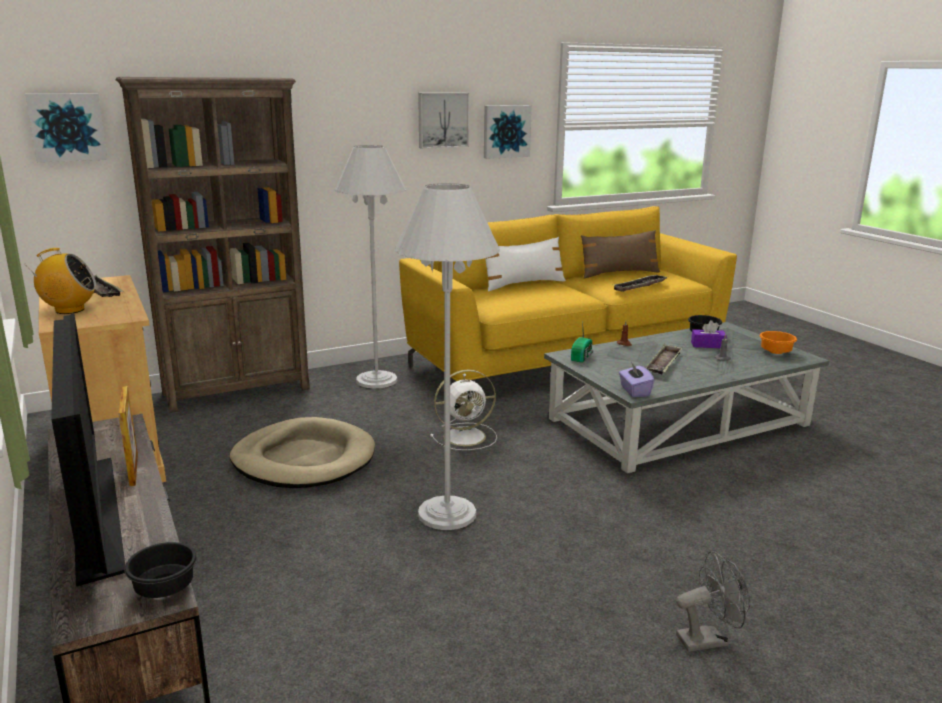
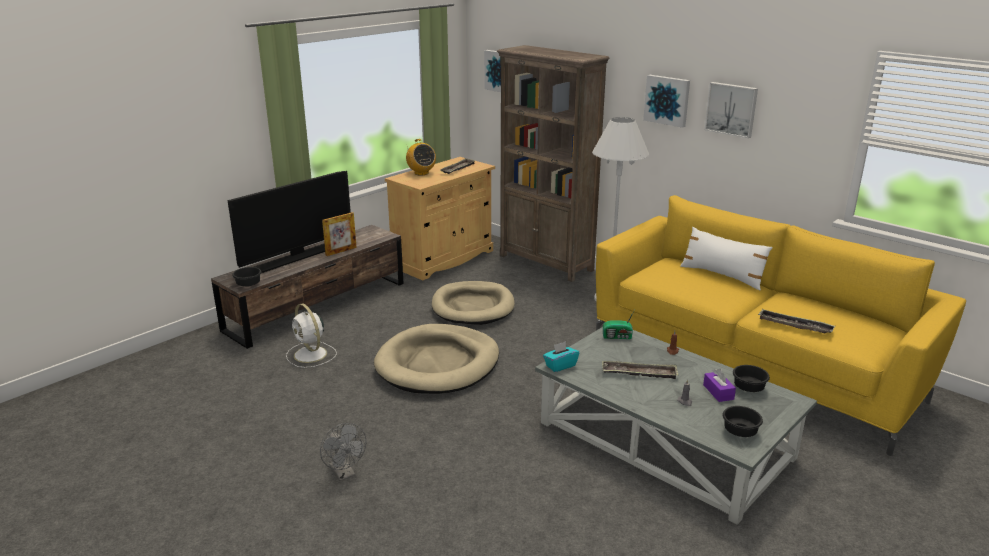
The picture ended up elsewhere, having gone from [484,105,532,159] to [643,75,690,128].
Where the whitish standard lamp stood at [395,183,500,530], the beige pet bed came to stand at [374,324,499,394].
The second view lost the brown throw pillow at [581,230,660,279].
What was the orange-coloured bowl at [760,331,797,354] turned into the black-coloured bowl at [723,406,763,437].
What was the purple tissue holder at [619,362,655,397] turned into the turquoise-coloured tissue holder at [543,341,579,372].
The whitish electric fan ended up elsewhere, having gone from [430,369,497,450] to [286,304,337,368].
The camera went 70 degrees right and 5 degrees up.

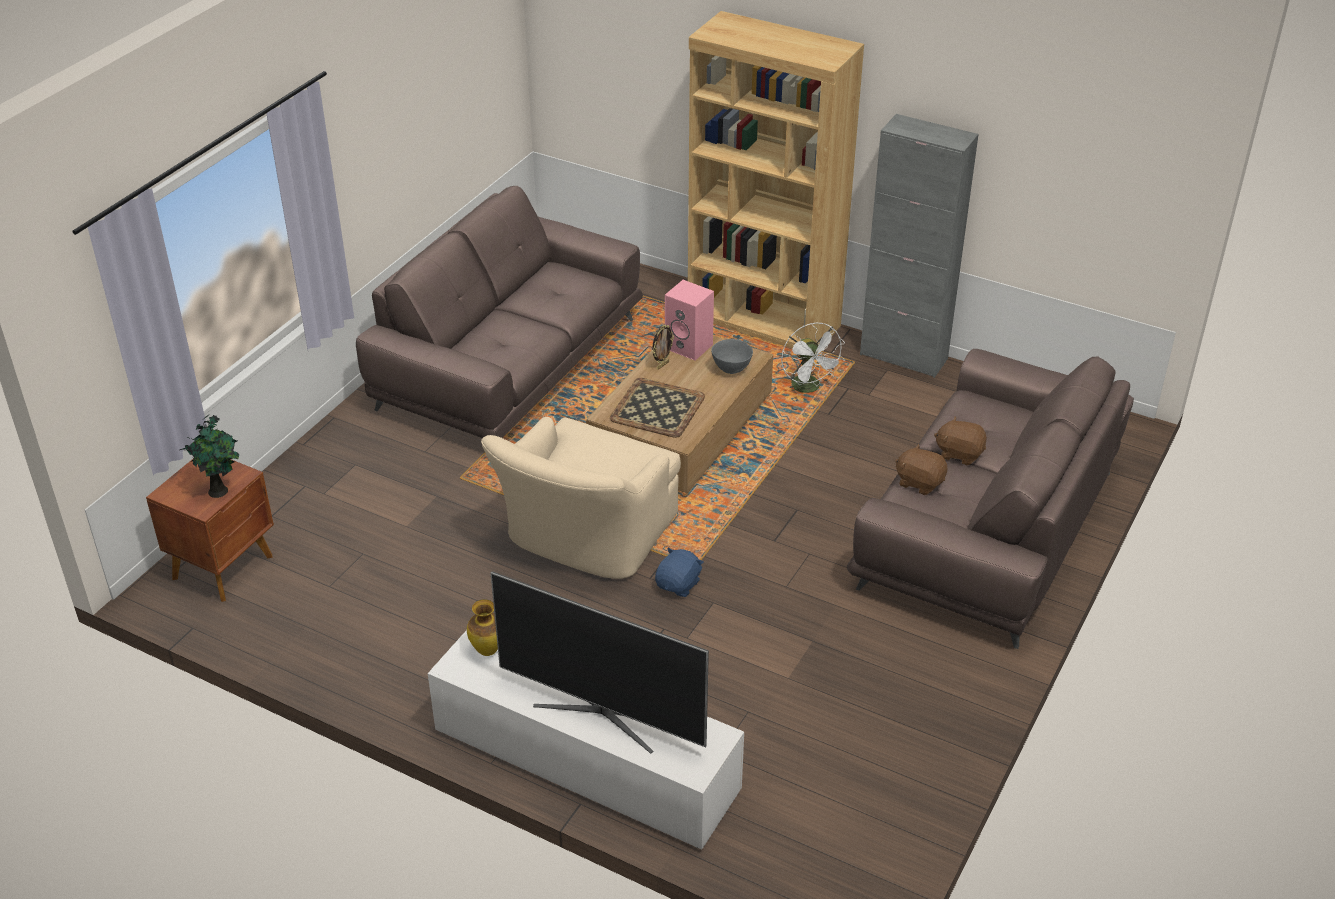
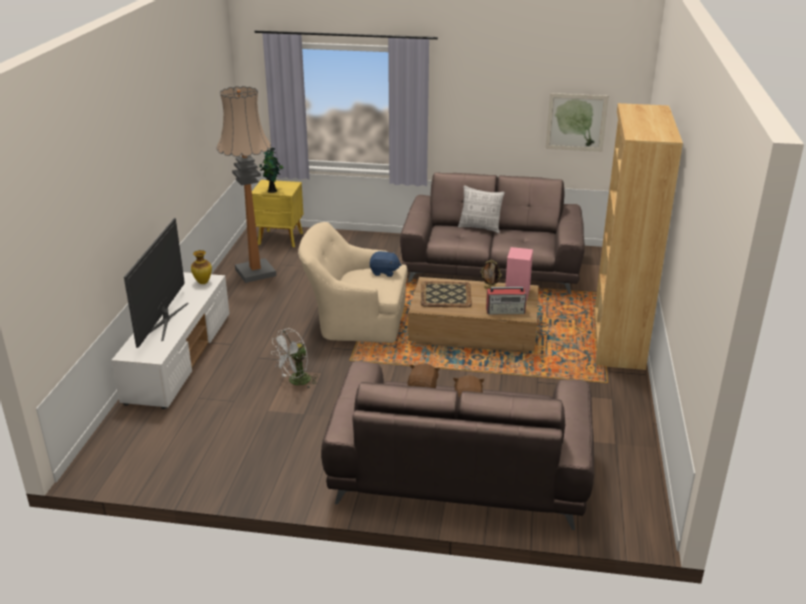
The second view lost the grey cupboard at [860,114,979,378].
The whitish electric fan ended up elsewhere, having gone from [781,323,845,393] to [271,329,317,388].
Where the grey bowl stood at [711,339,753,374], the radio set came to stand at [486,287,527,315].
What was the brown night table at [146,459,274,602] turned into the yellow-coloured night table at [252,180,304,247].
The bluish plush toy ended up elsewhere, having gone from [655,547,704,597] to [370,251,401,277].
The second view gained the standard lamp at [217,86,276,283].
The second view gained the picture at [545,93,609,152].
The second view gained the throw pillow at [458,185,505,233].
The camera went 70 degrees right and 10 degrees down.

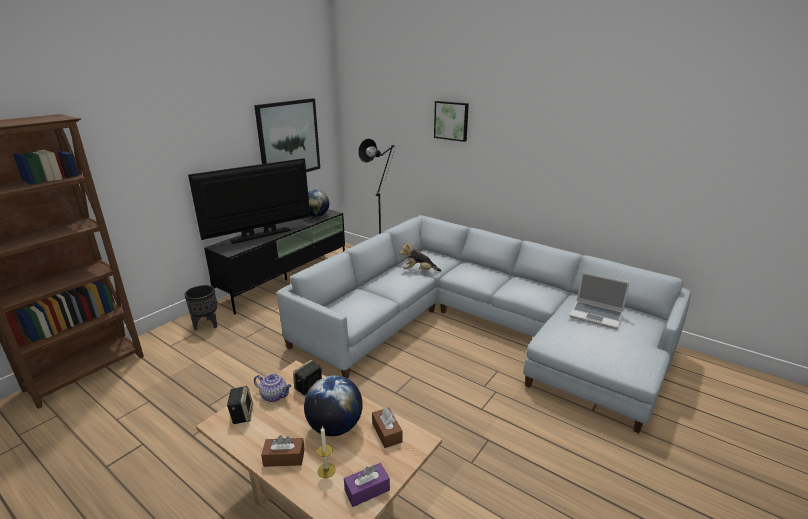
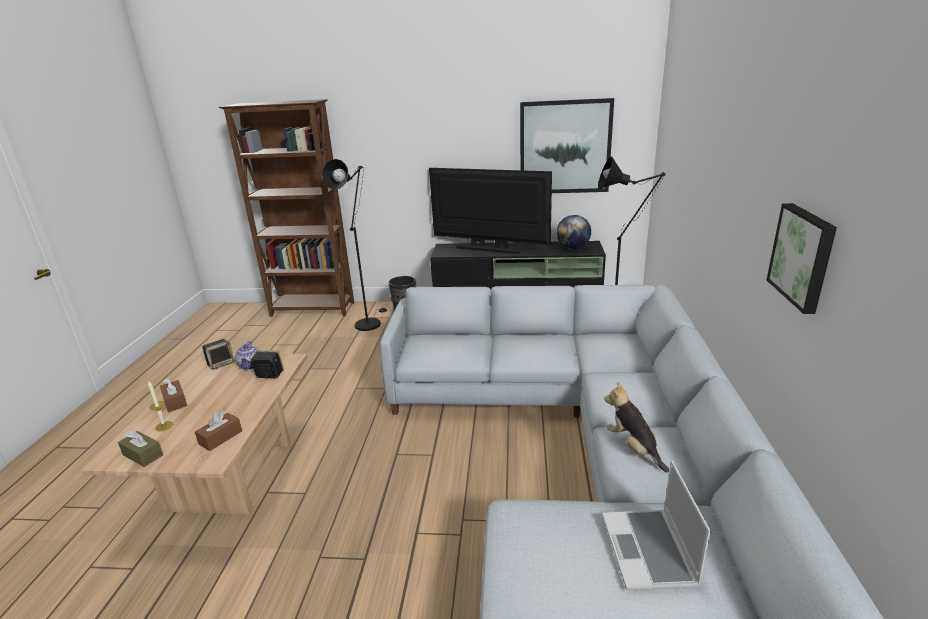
The picture ended up elsewhere, having gone from [434,101,469,142] to [767,203,837,314].
The plush toy ended up elsewhere, having gone from [400,242,441,272] to [604,382,669,473].
The second view lost the globe at [304,375,363,436].
What was the purple tissue holder at [344,463,390,507] turned into the brown tissue holder at [118,430,163,467].
The second view gained the black-coloured standard lamp at [322,159,387,331].
The camera went 60 degrees right and 0 degrees up.

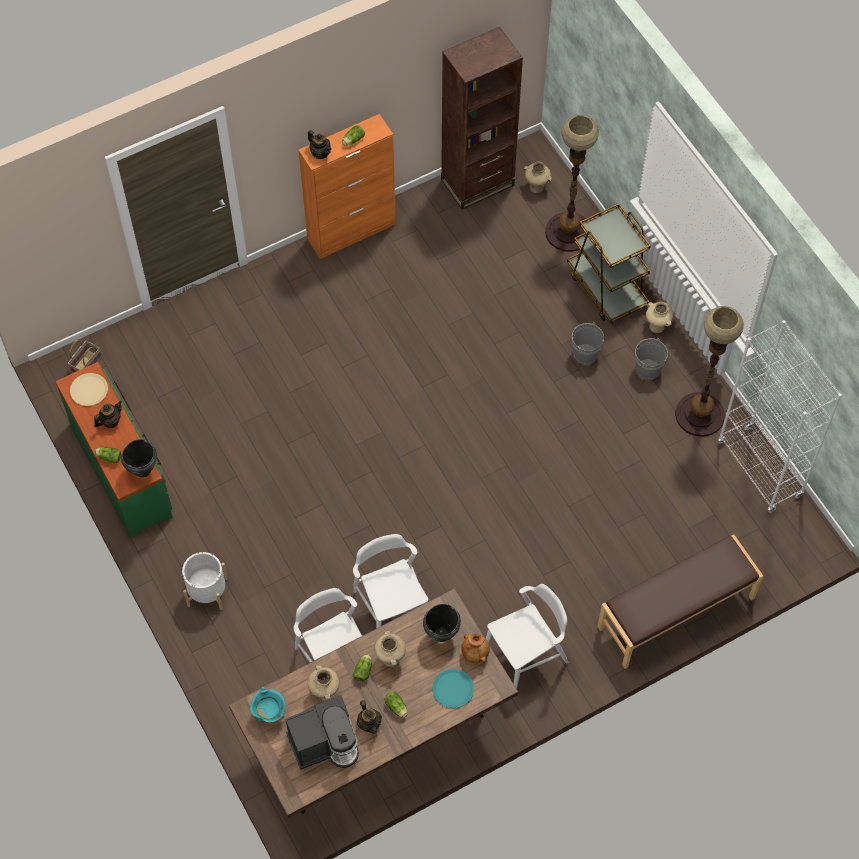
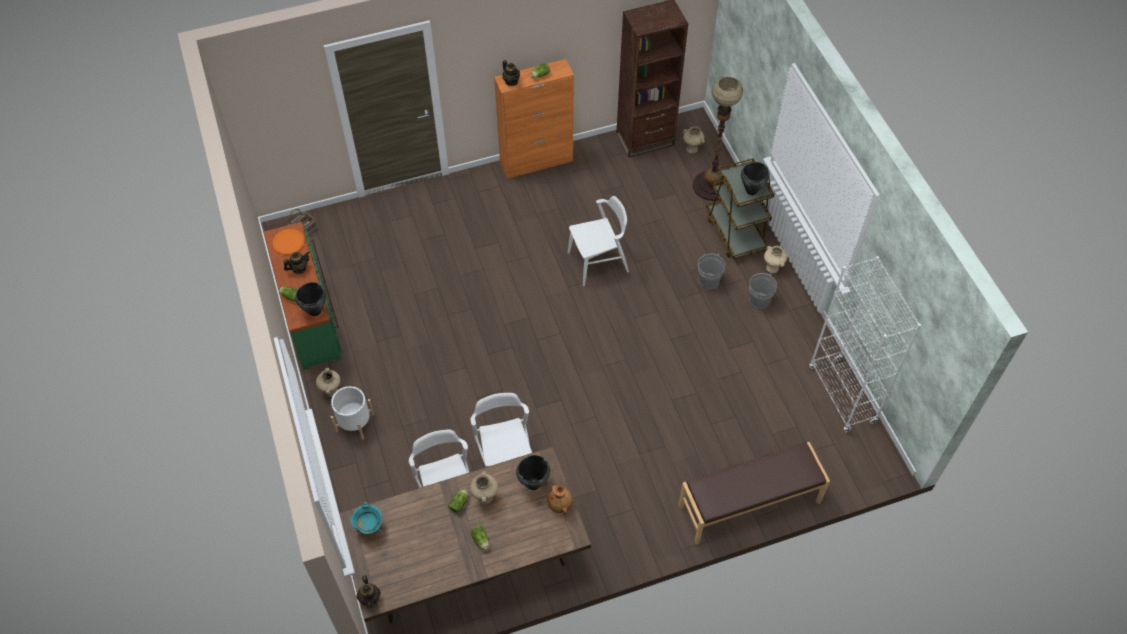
The second view lost the standard lamp at [675,306,744,437].
What was the beige dinner plate at [70,373,108,406] turned into the orange-coloured dinner plate at [273,229,304,254].
The whitish upright chair ended up elsewhere, having gone from [486,584,568,689] to [568,196,629,286].
The beige flower vase ended up elsewhere, having gone from [308,665,340,701] to [316,368,341,397].
The second view lost the turquoise-coloured dinner plate at [433,669,474,708].
The second view lost the coffee machine at [285,695,359,770].
The tea pot ended up elsewhere, having gone from [357,700,382,734] to [356,575,381,608].
The second view gained the black-coloured stockpot at [741,162,770,195].
The camera went 10 degrees right and 5 degrees down.

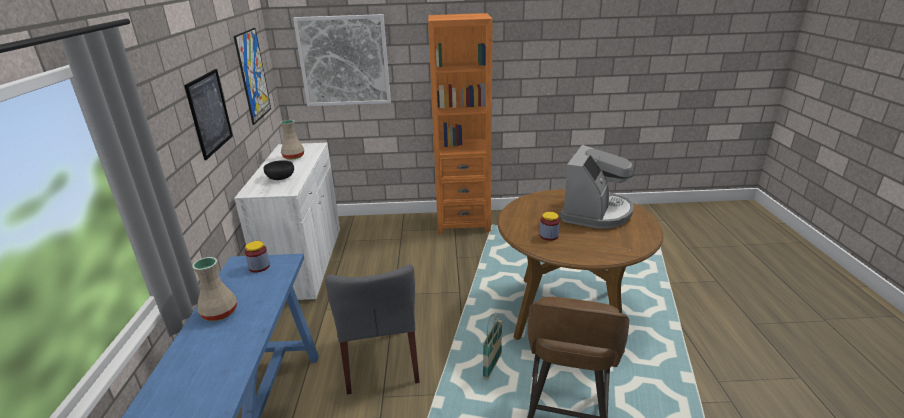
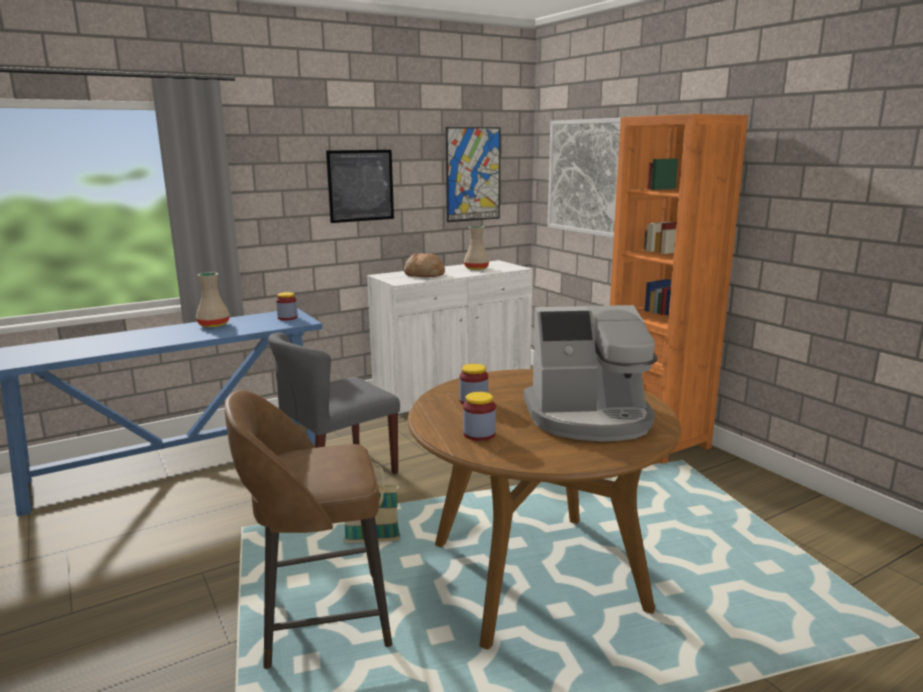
Where the black-coloured bowl stood at [264,160,294,180], the bread came to stand at [404,253,445,277].
The second view gained the jar at [463,392,496,441].
The camera went 60 degrees right and 10 degrees down.

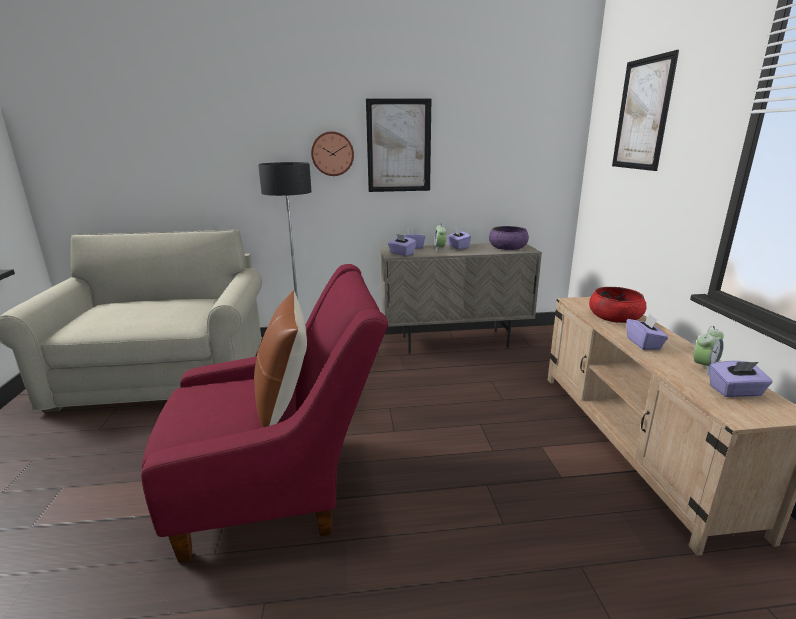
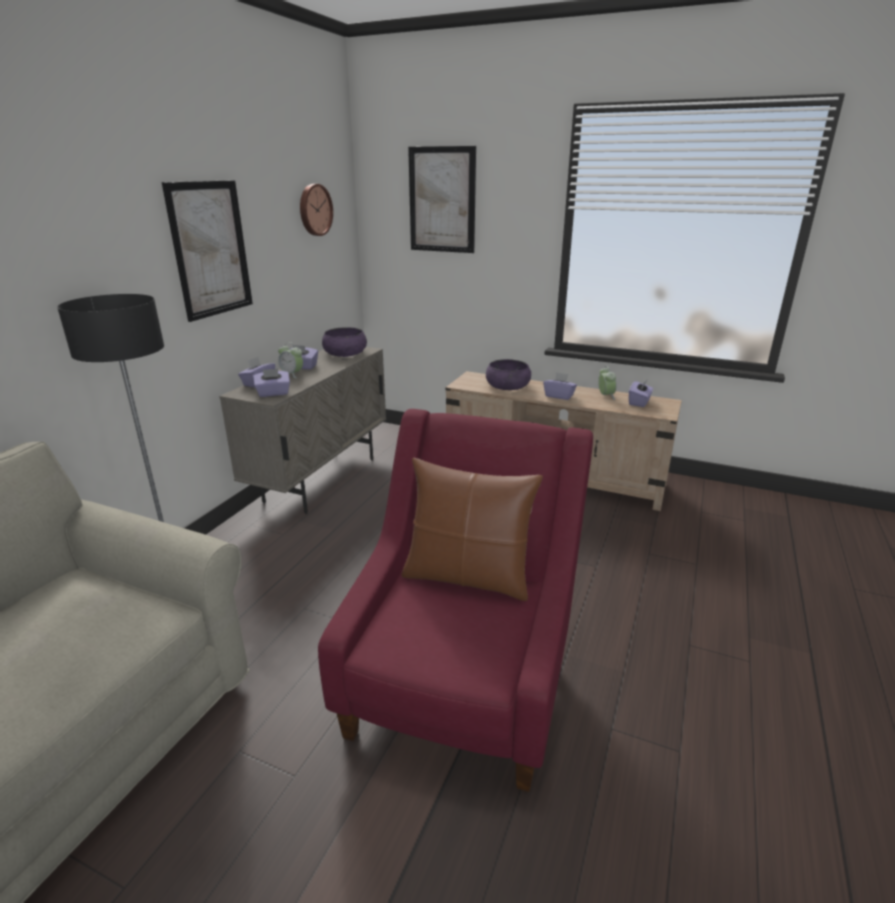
The hanging clock ended up elsewhere, having gone from [311,131,354,176] to [300,184,333,236].
What was the red bowl at [589,287,646,323] turned into the purple bowl at [486,359,531,390].
The camera went 60 degrees left and 5 degrees up.

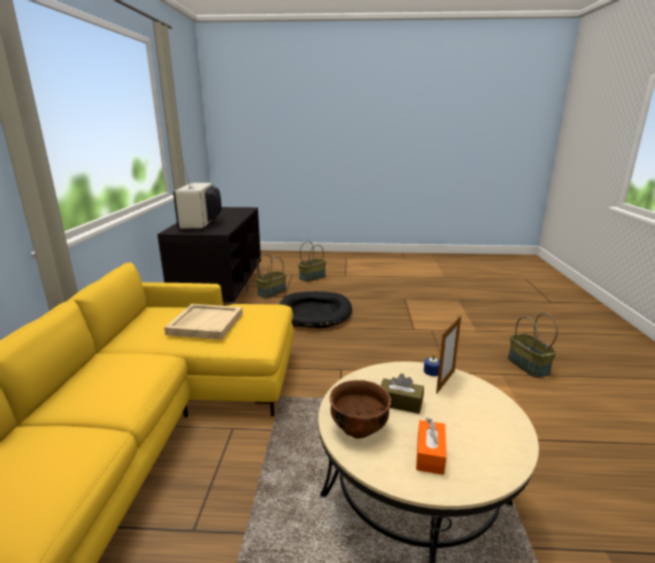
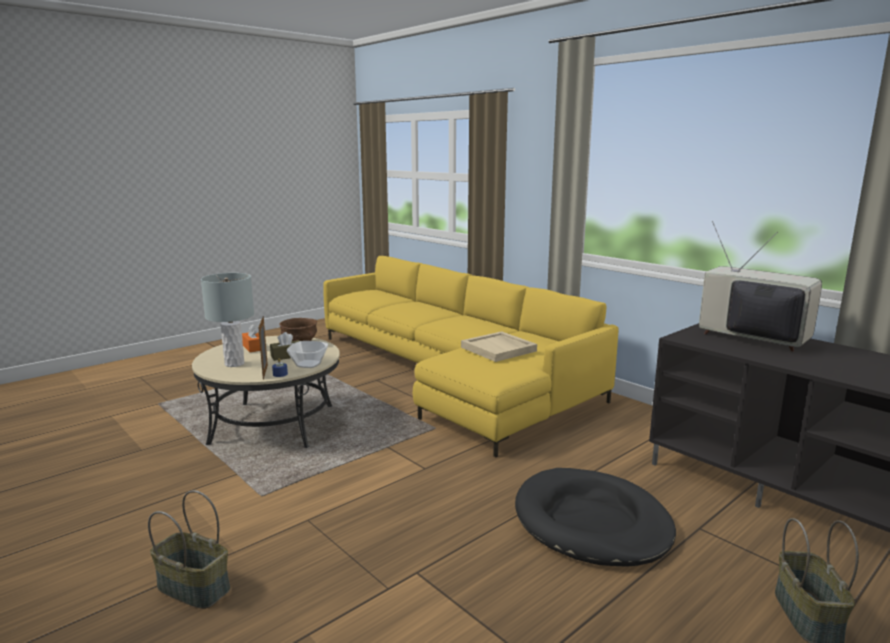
The second view lost the household basket at [256,254,286,298].
The second view gained the grey table lamp at [201,273,254,367].
The second view gained the bowl at [287,341,328,368].
The camera went 135 degrees right and 5 degrees down.

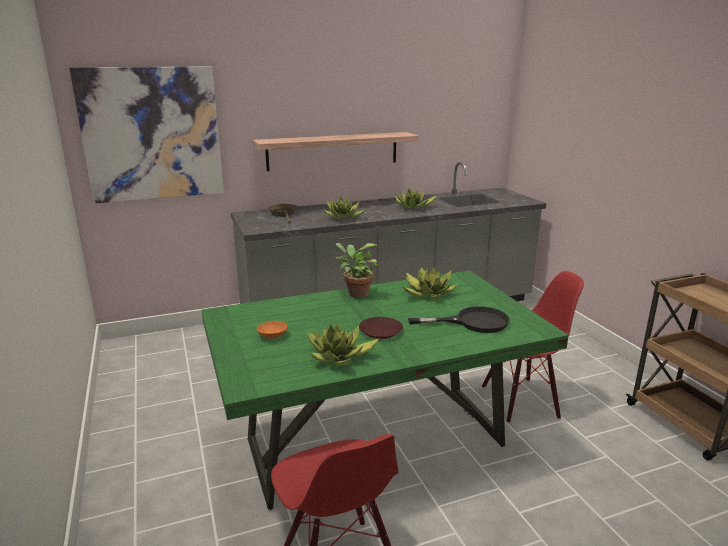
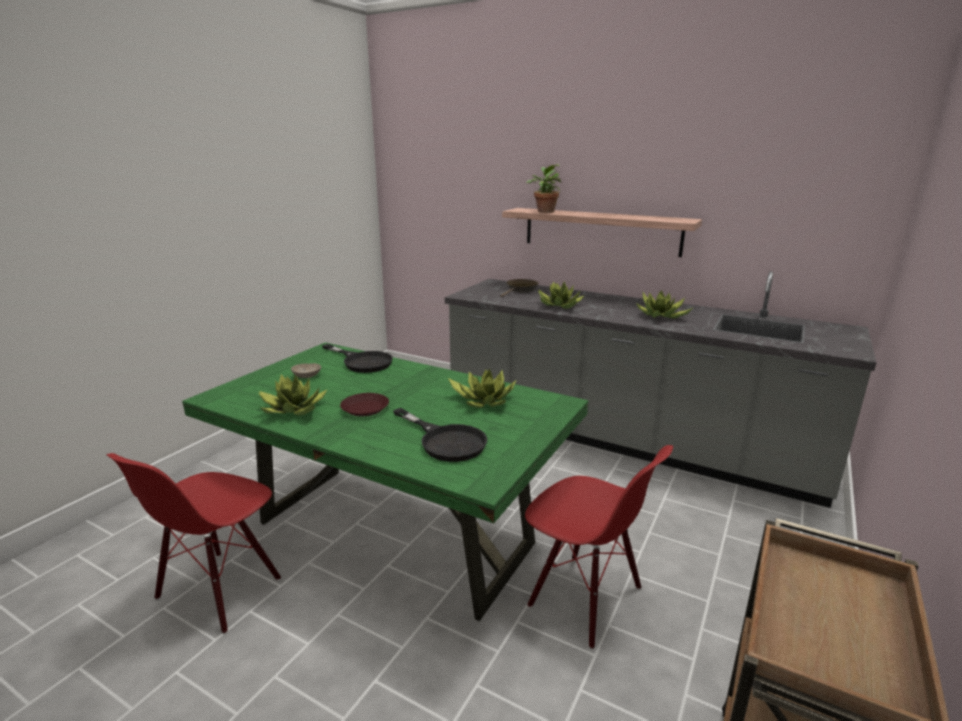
The second view lost the picture at [69,66,224,203].
The houseplant ended up elsewhere, having gone from [335,243,379,298] to [526,164,561,213].
What was the orange-coloured bowl at [257,321,287,339] turned into the beige bowl at [291,363,321,378].
The second view gained the black-coloured frying pan at [322,344,393,373].
The camera went 50 degrees right and 0 degrees up.

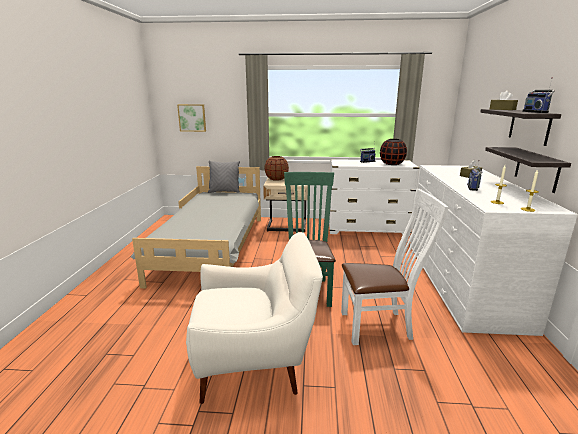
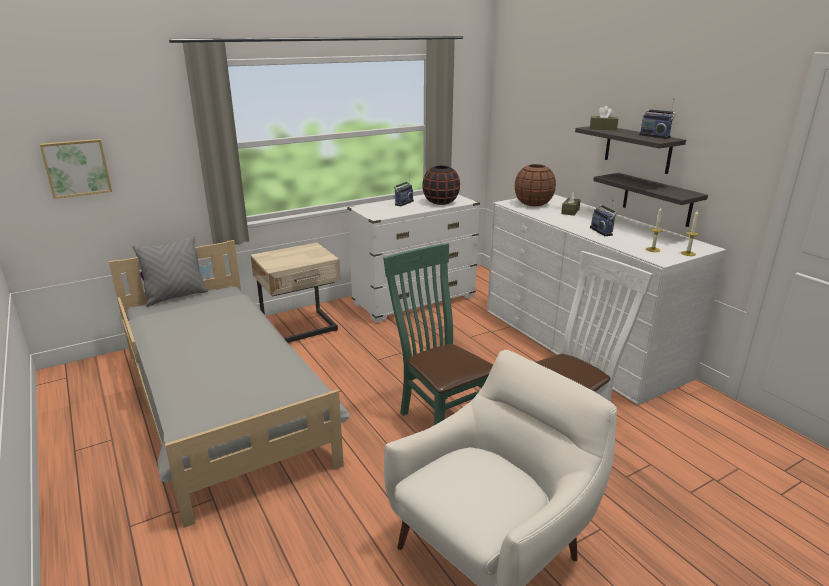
The brown flower vase ended up elsewhere, having gone from [265,156,289,181] to [515,164,556,206].
The camera went 35 degrees left and 5 degrees up.

